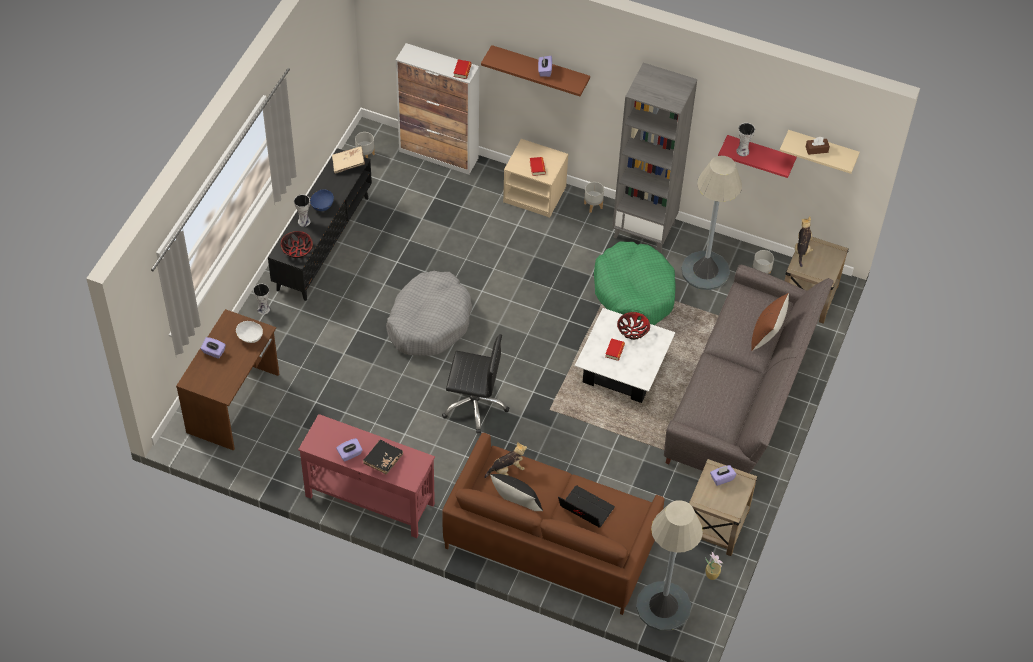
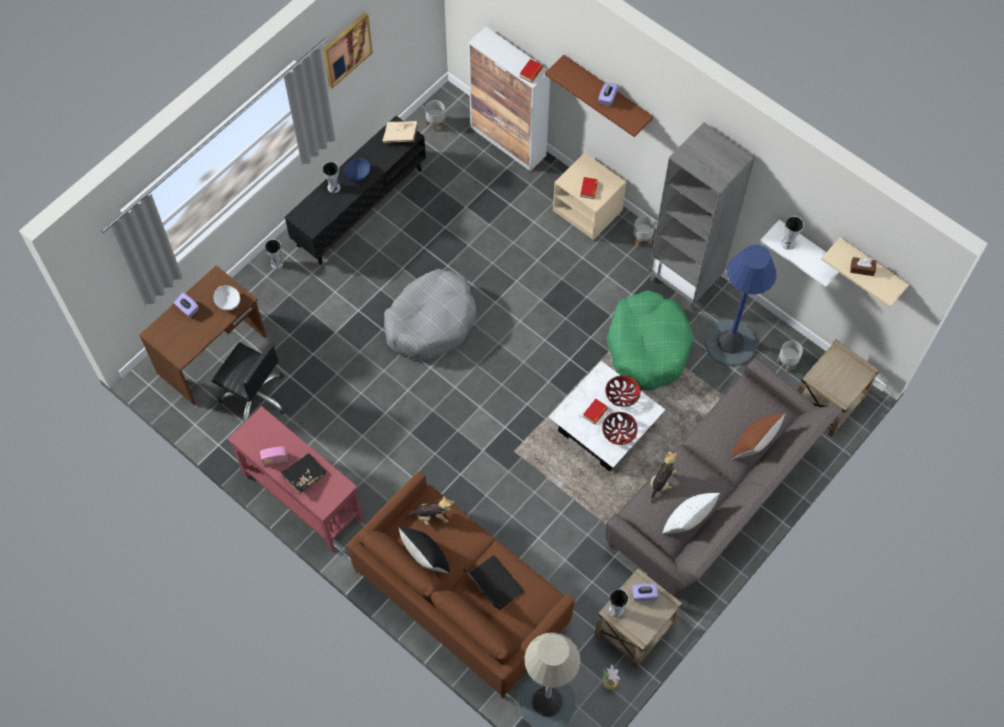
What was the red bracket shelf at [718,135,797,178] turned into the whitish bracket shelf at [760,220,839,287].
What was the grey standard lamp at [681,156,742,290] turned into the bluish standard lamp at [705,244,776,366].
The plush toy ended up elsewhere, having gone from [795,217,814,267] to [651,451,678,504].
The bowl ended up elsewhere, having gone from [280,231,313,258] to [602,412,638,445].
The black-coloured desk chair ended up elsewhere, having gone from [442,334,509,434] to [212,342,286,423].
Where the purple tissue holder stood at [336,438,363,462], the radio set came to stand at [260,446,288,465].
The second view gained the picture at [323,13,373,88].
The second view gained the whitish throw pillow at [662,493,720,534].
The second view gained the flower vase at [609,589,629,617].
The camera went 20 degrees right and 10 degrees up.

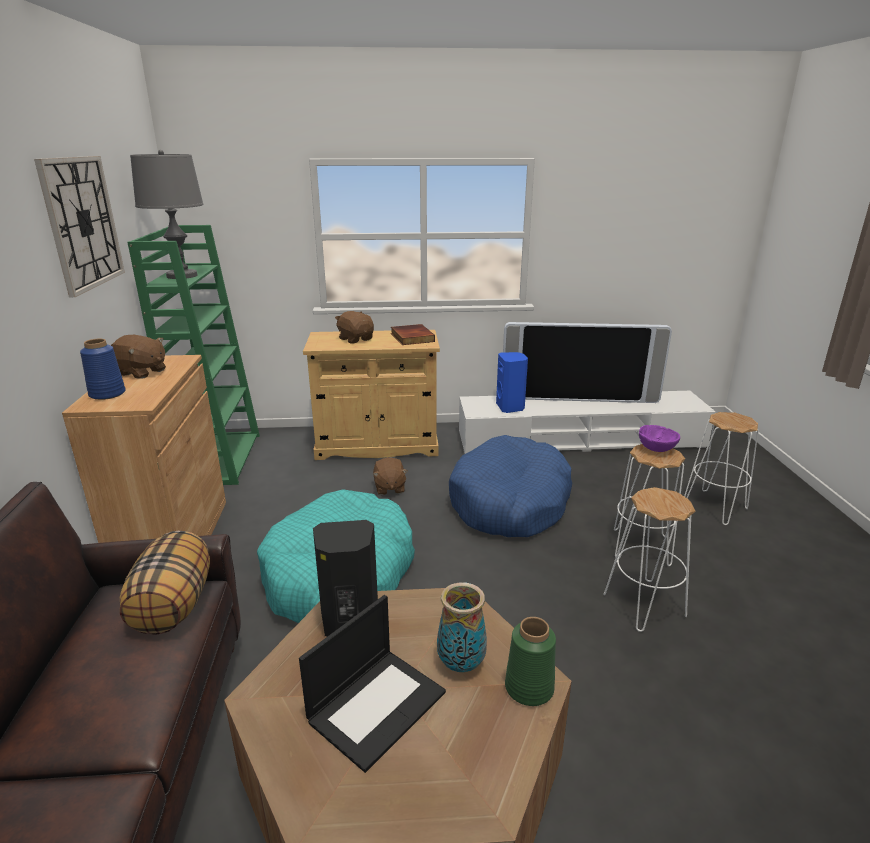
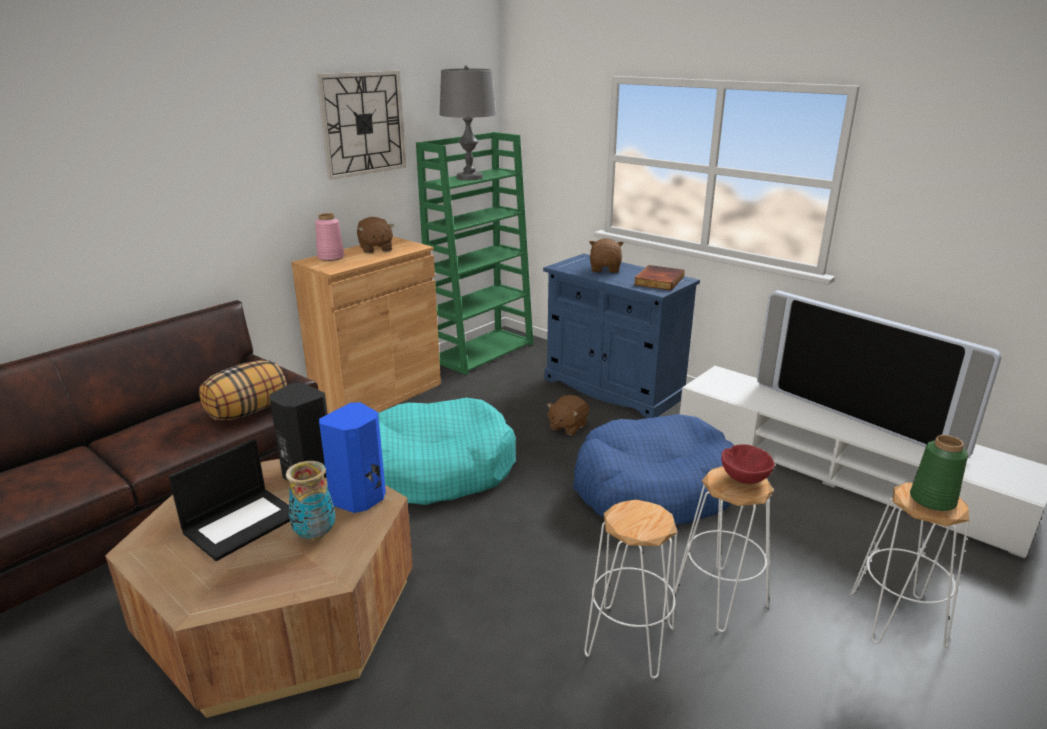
What was the beige cupboard at [303,330,440,460] turned into the bluish cupboard at [543,254,700,418].
What was the bluish flower vase at [80,338,126,400] turned into the pink flower vase at [315,213,344,261].
The bluish speaker ended up elsewhere, having gone from [496,352,528,413] to [319,402,386,513].
What was the purple bowl at [639,425,680,452] turned into the red bowl at [722,444,775,484].
The notebook computer at [299,595,446,773] ended up facing another way, 45 degrees counterclockwise from before.
The greenish flower vase ended up elsewhere, having gone from [505,617,556,706] to [910,435,968,511].
The camera went 45 degrees right and 0 degrees up.

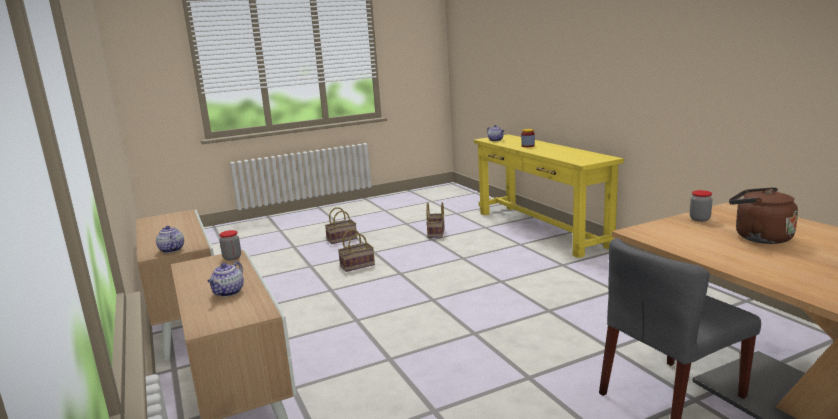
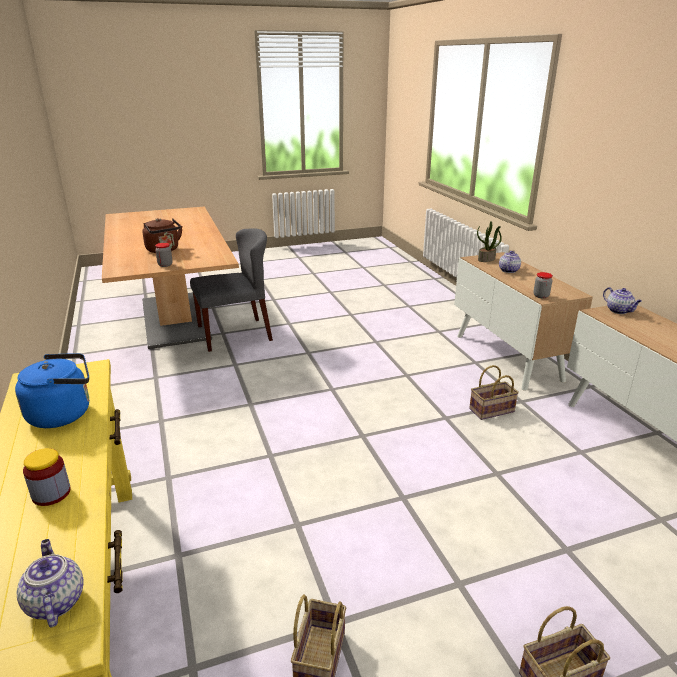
The household basket ended up elsewhere, having gone from [338,229,375,272] to [469,365,519,420].
The second view gained the houseplant at [477,221,502,262].
The second view gained the bluish tea kettle at [15,353,89,428].
The camera went 175 degrees left and 10 degrees up.

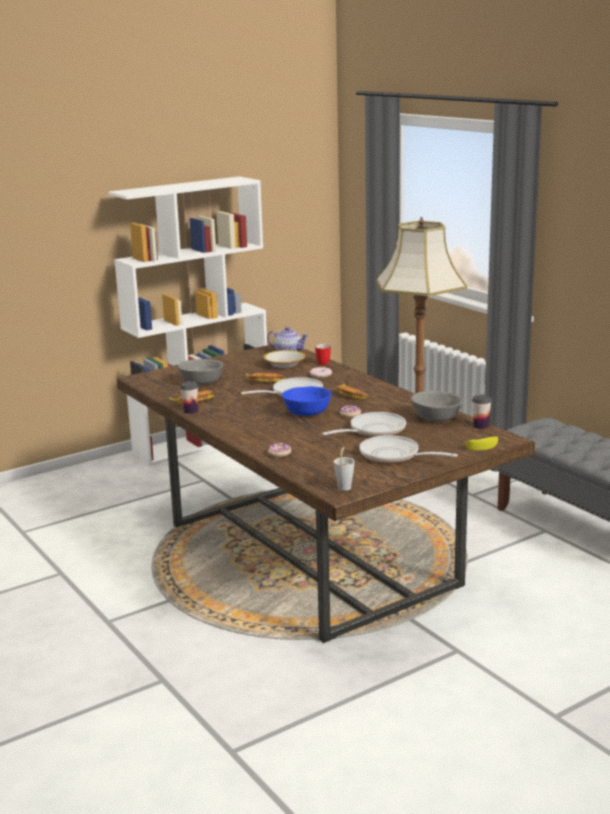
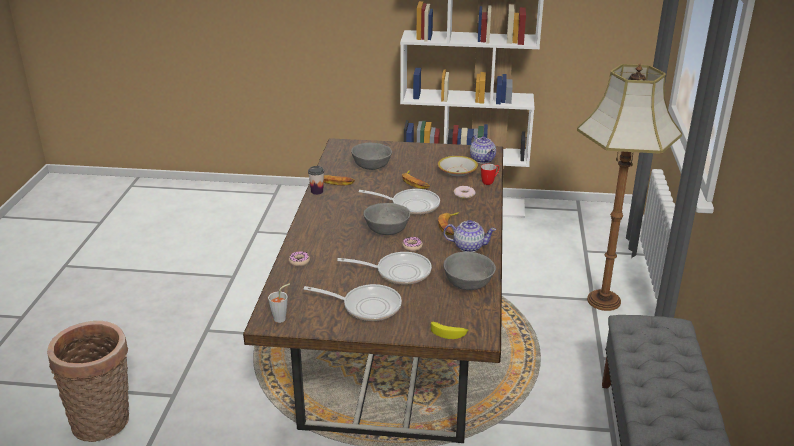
What was the bluish bowl at [282,386,331,416] turned into the grey bowl at [364,203,410,235].
The second view lost the drinking cup at [472,394,492,429].
The frying pan at [359,435,458,463] ended up facing another way, 120 degrees clockwise from before.
The second view gained the tea pot at [444,220,496,252].
The second view gained the household basket at [47,321,129,442].
The camera went 40 degrees right and 10 degrees up.

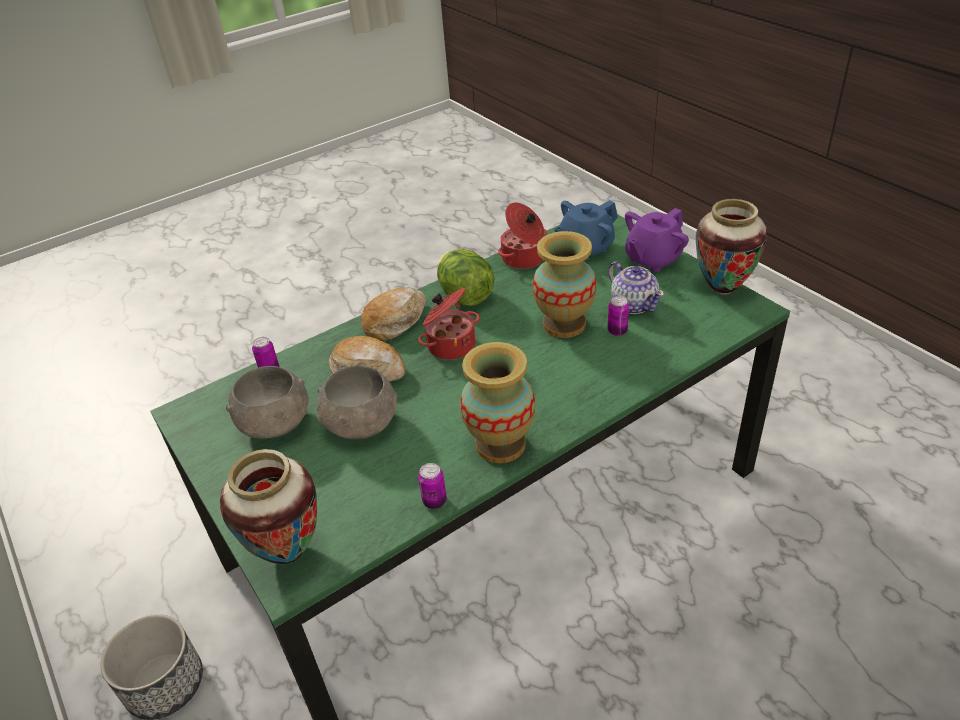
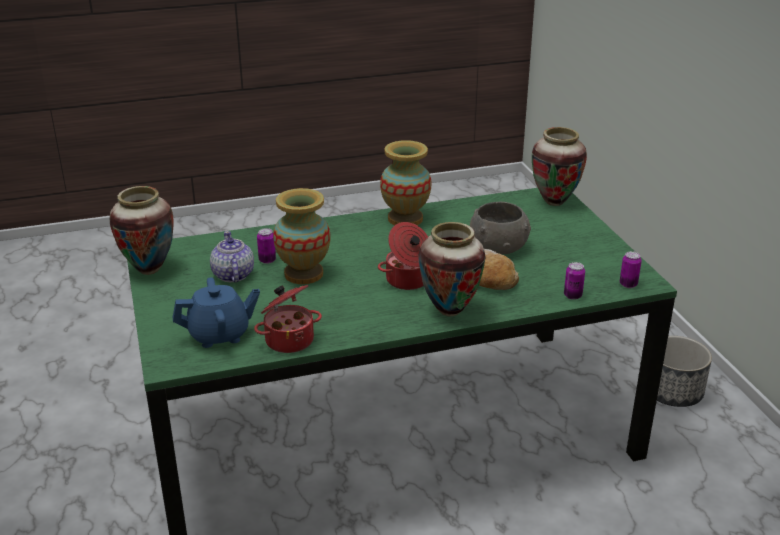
The second view lost the purple tea pot at [625,208,689,272].
The second view lost the lettuce head at [437,249,495,306].
Where the bread stood at [361,287,426,341], the flower vase came to stand at [418,222,486,316].
The second view lost the grey bowl at [226,366,309,439].
The can ended up elsewhere, having gone from [418,463,447,509] to [620,251,642,288].
The camera went 165 degrees left and 10 degrees down.

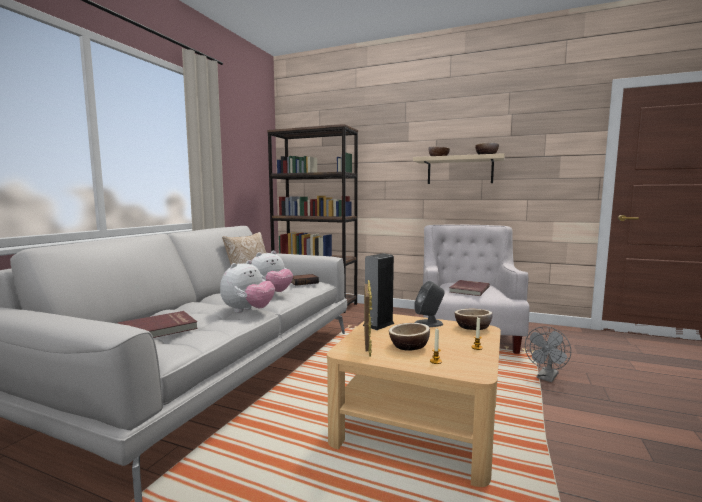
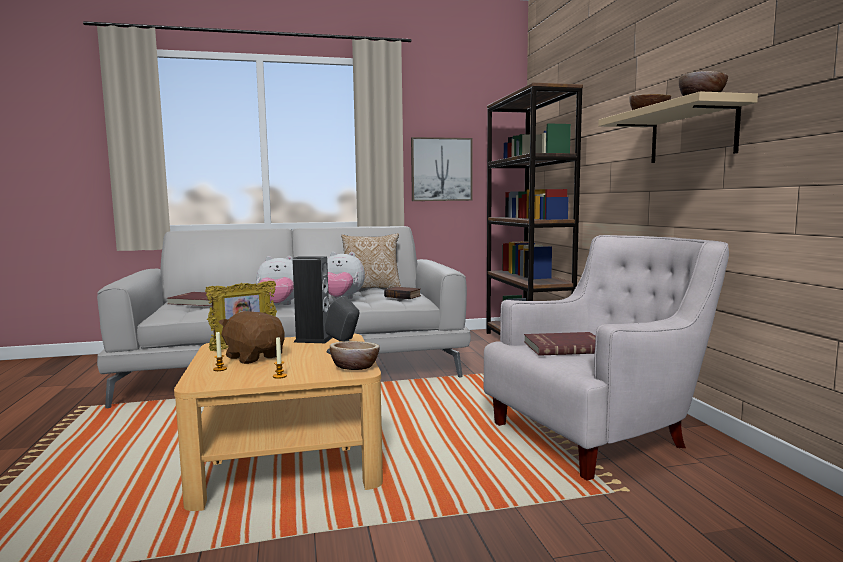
Where the bowl stood at [389,323,430,351], the brown plush toy came to stand at [218,311,285,364].
The second view lost the grey electric fan at [525,326,571,382].
The second view gained the picture at [411,137,473,201].
The camera went 55 degrees right and 0 degrees up.

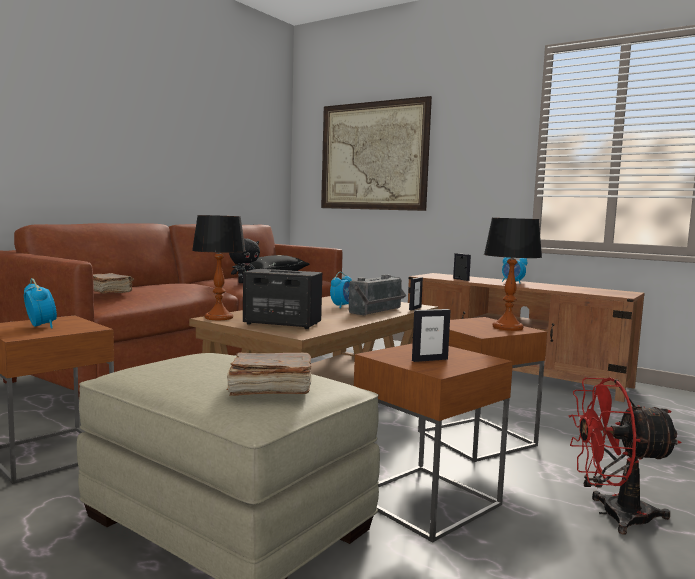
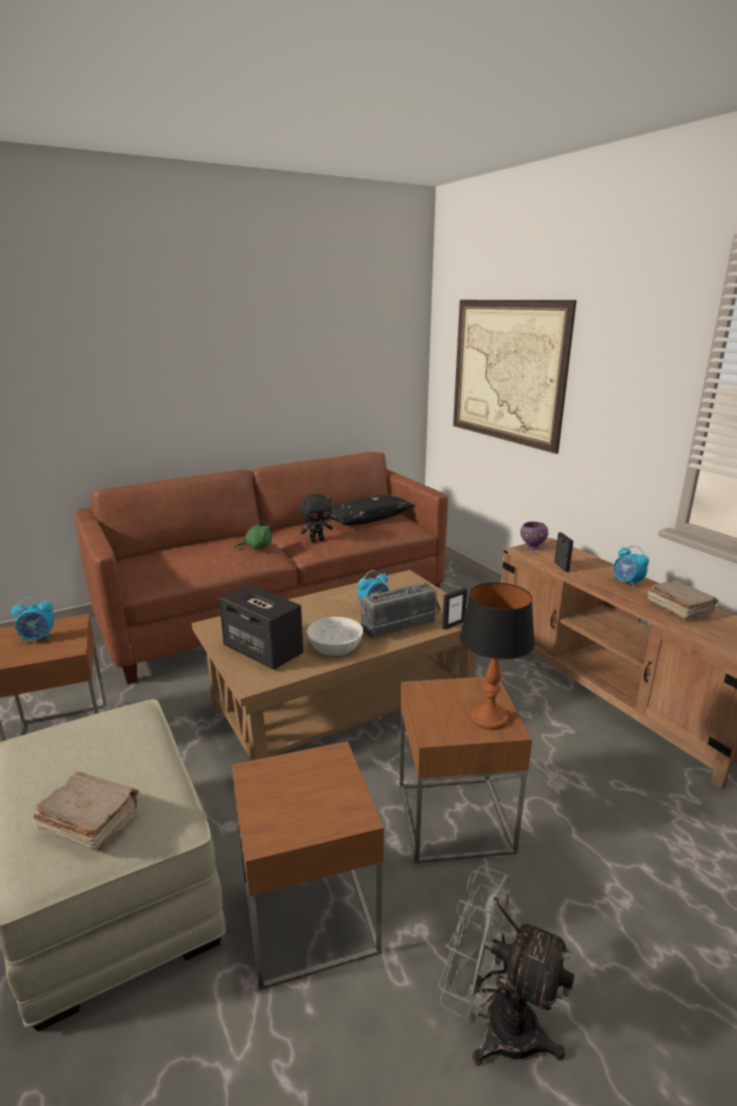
The second view lost the table lamp at [192,215,246,320].
The brown bound book ended up elsewhere, having gone from [93,273,134,293] to [648,580,719,620].
The bedside clock at [24,278,57,329] ended up facing another way, 90 degrees clockwise from before.
The second view lost the standing frame at [412,309,451,362].
What was the red electric fan at [569,377,681,535] turned into the grey electric fan at [438,865,575,1066].
The second view gained the greenish plush toy at [234,521,272,549].
The second view gained the purple bowl at [520,522,548,550].
The second view gained the whitish bowl at [307,617,363,656].
The camera went 25 degrees right and 15 degrees up.

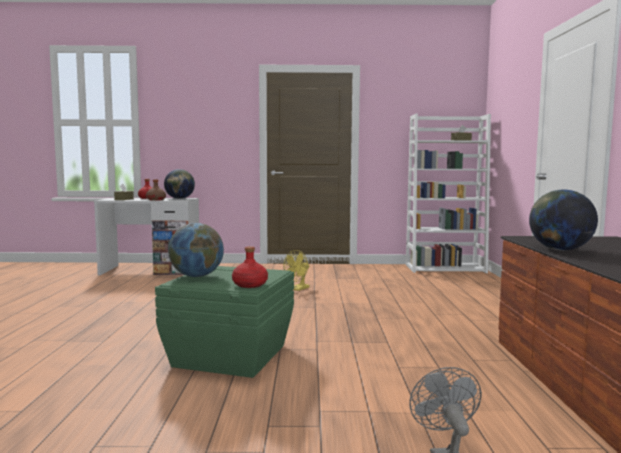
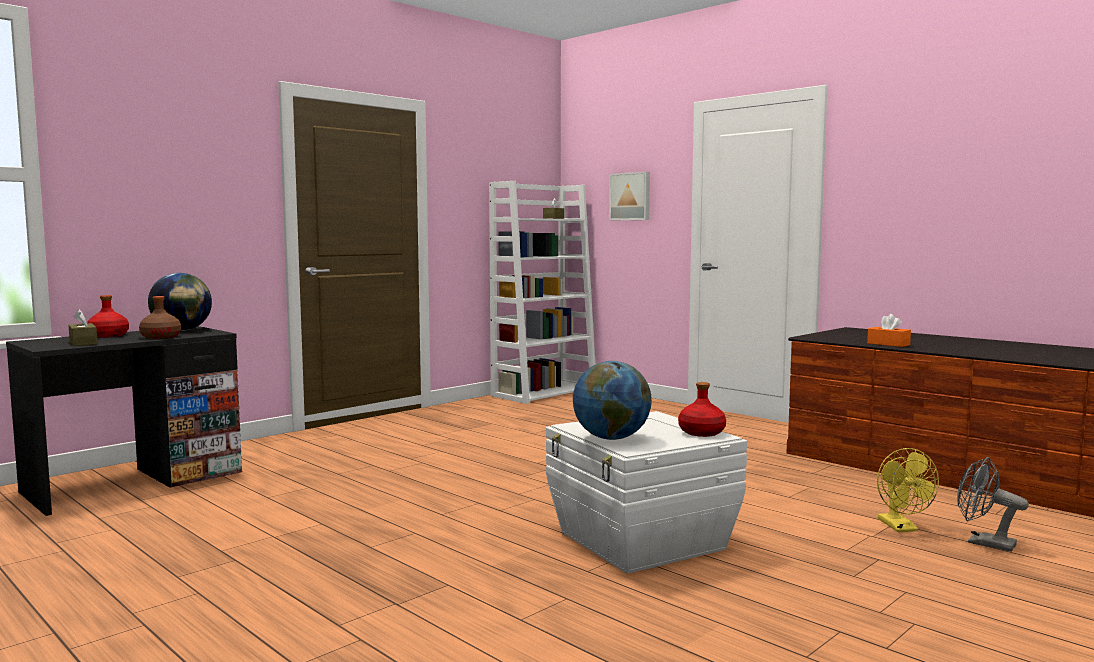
Where the globe stood at [529,189,598,250], the orange-coloured tissue holder came to stand at [867,314,911,347].
What was the whitish desk unit at [94,198,199,275] turned into the black-coloured desk unit at [6,326,242,516].
The yellow-coloured electric fan ended up elsewhere, having gone from [283,250,310,291] to [877,448,939,532].
What was the greenish storage box at [155,266,294,378] turned into the whitish storage box at [546,411,747,574].
The second view gained the picture at [609,172,650,220].
The camera went 45 degrees left and 0 degrees up.

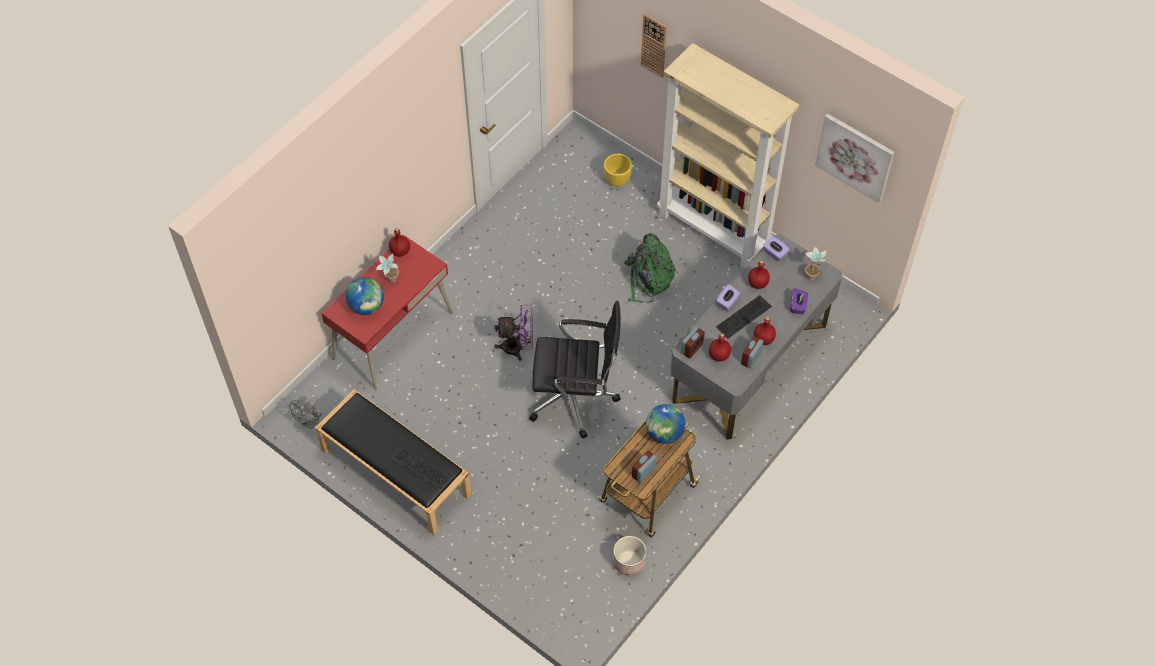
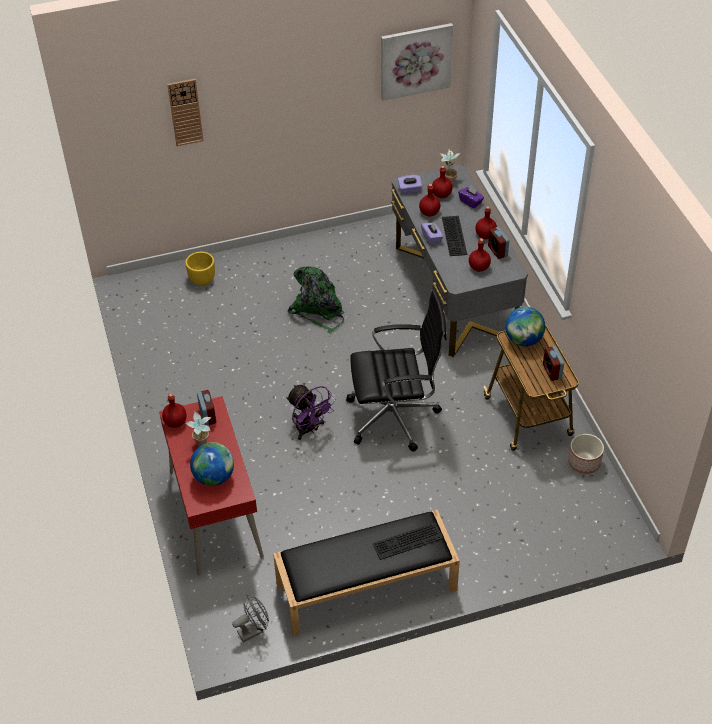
The second view lost the beige bookcase at [657,43,799,268].
The black-coloured desk chair at [529,301,621,439] ended up facing another way, 45 degrees clockwise from before.
The purple electric fan at [494,305,533,361] ended up facing another way, 105 degrees clockwise from before.
The bedside clock ended up elsewhere, having gone from [681,327,705,359] to [197,390,216,425].
The grey electric fan at [290,396,322,429] ended up facing another way, 90 degrees counterclockwise from before.
The second view gained the red drink bottle at [432,166,453,198].
The camera went 55 degrees left and 10 degrees down.

